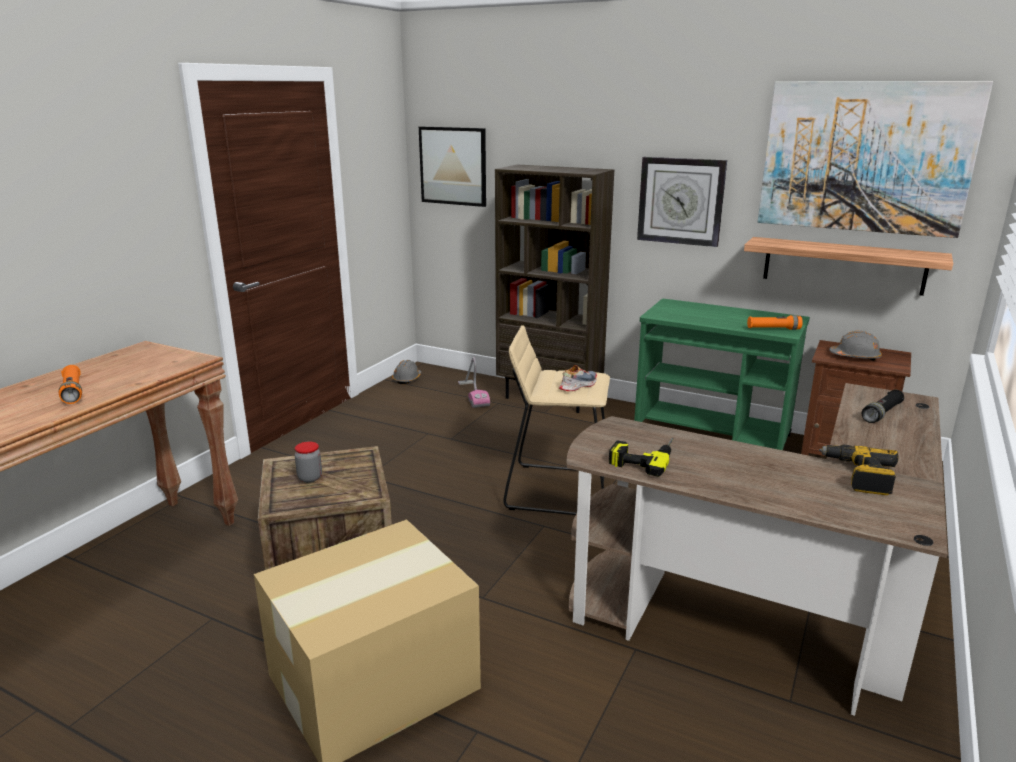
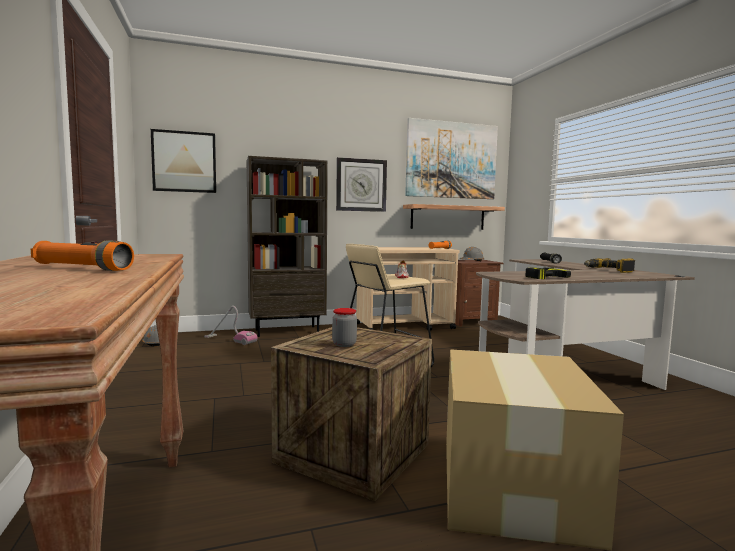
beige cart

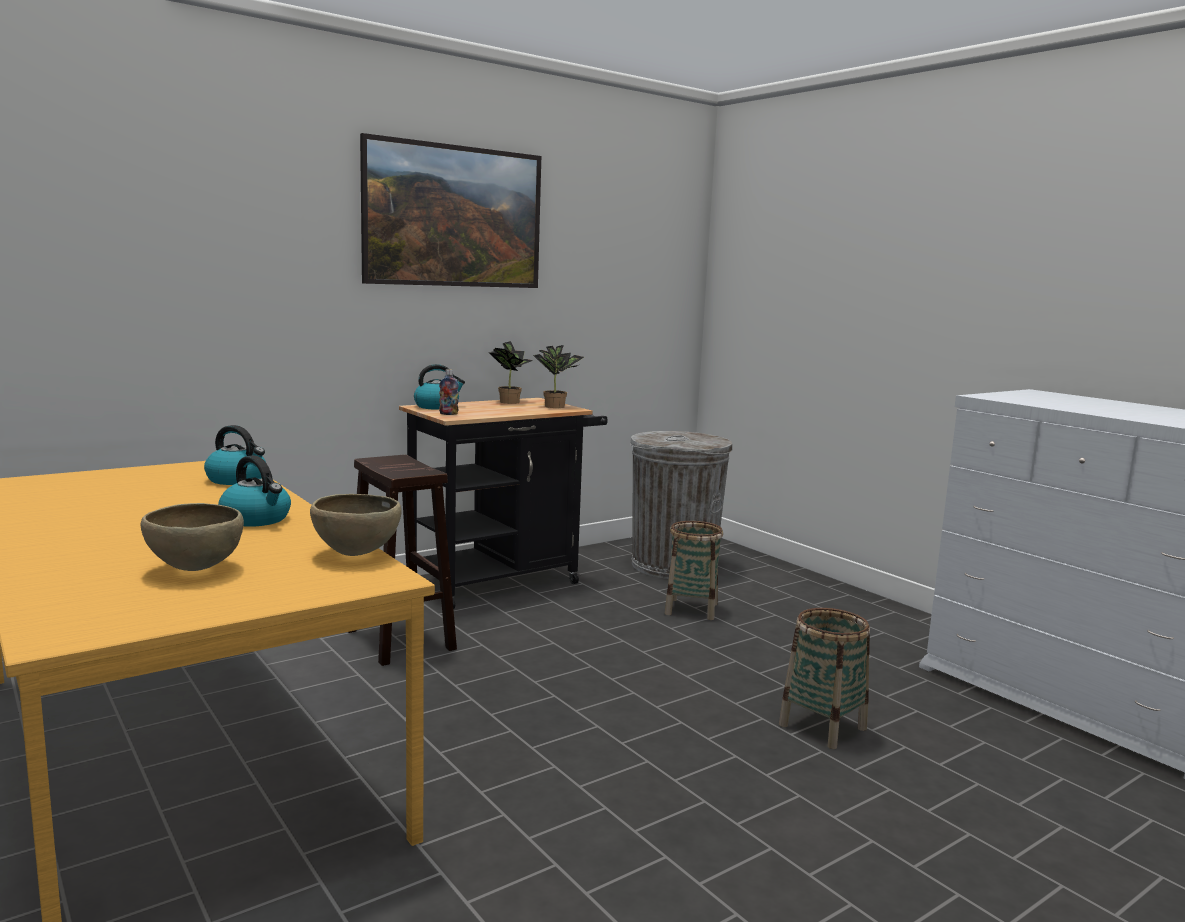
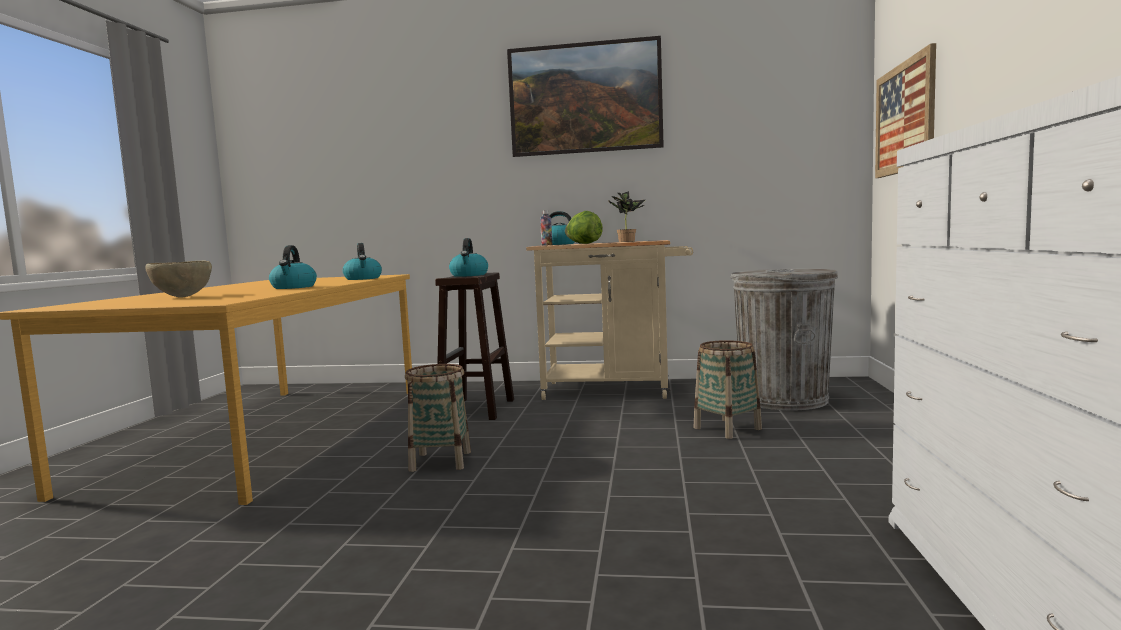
brown bowl (2nd from left in the first image)
potted plant (2nd from left in the first image)
kettle (3rd from left)
lettuce
picture (2nd from left)
basket (1st from left)
beige cart

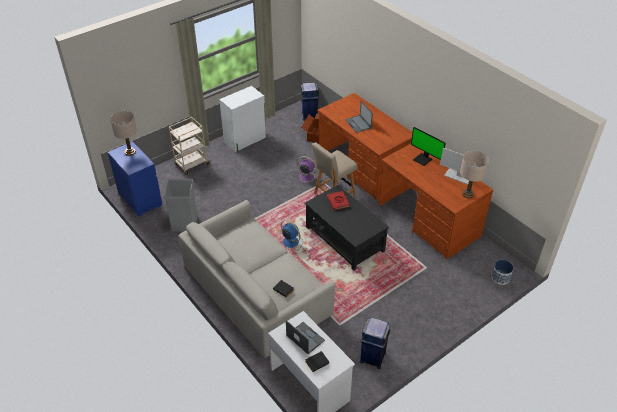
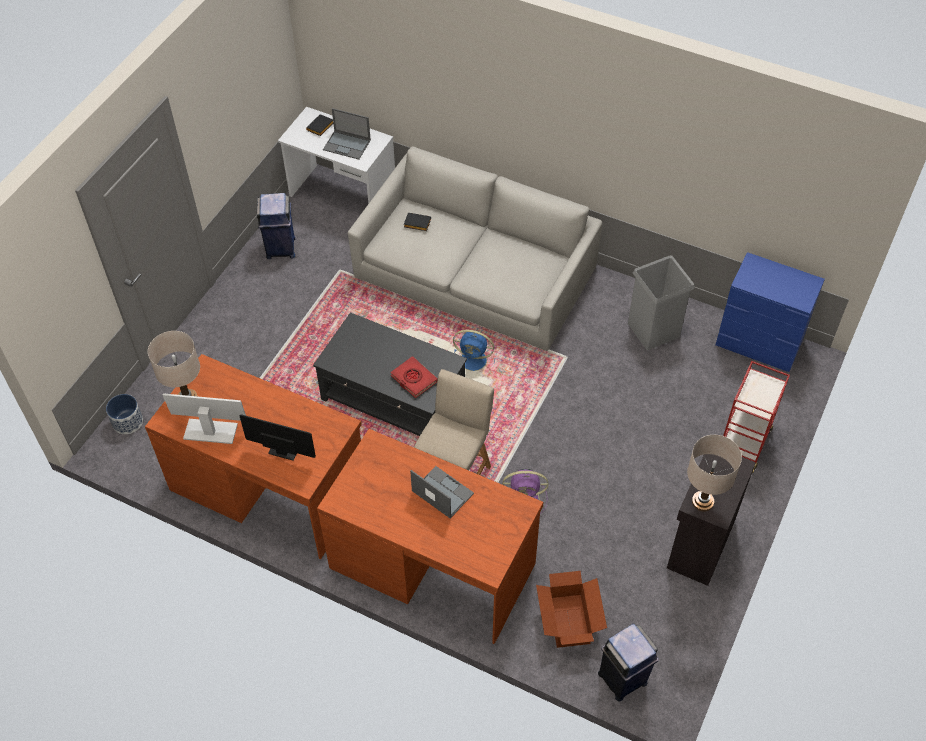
beige table lamp (2nd from left)
red cart
black cabinet

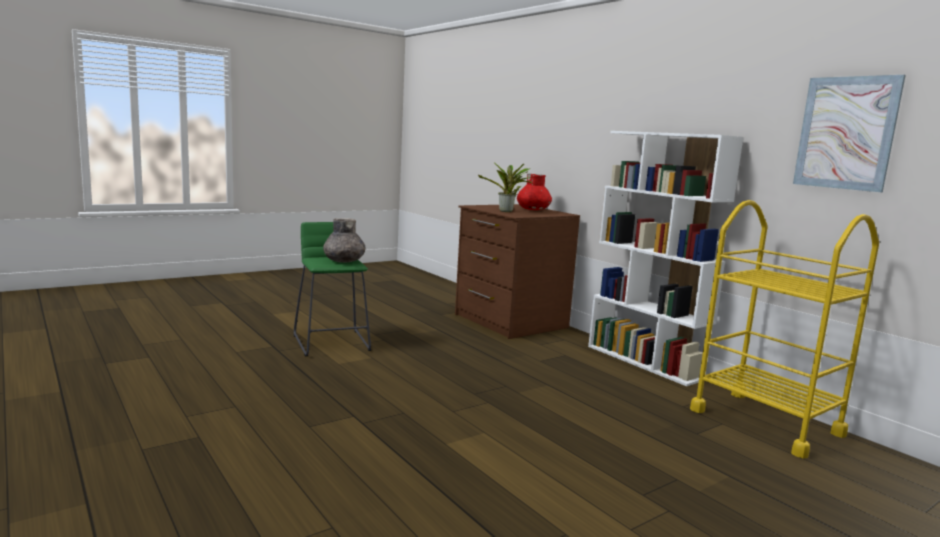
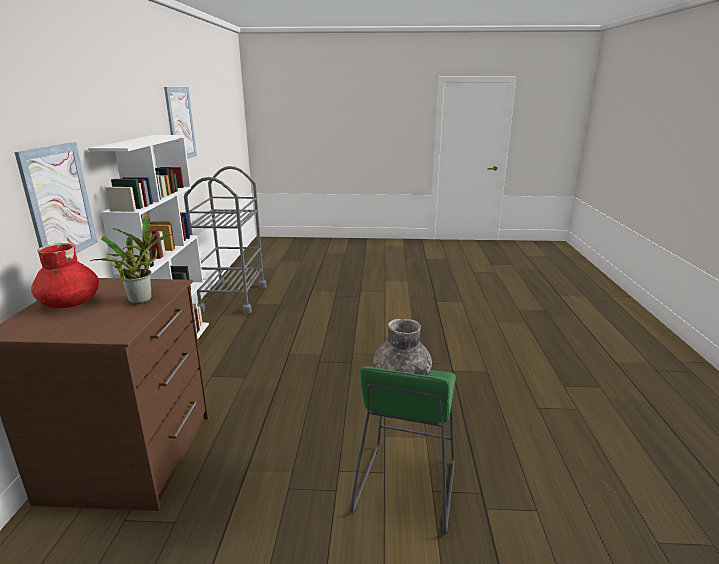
picture (1st from left)
grey cart

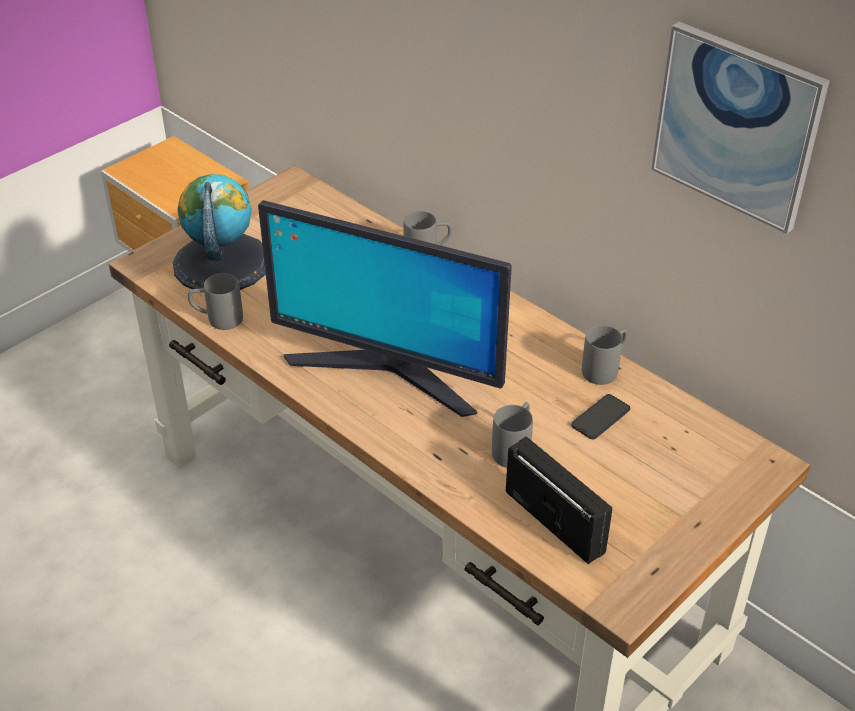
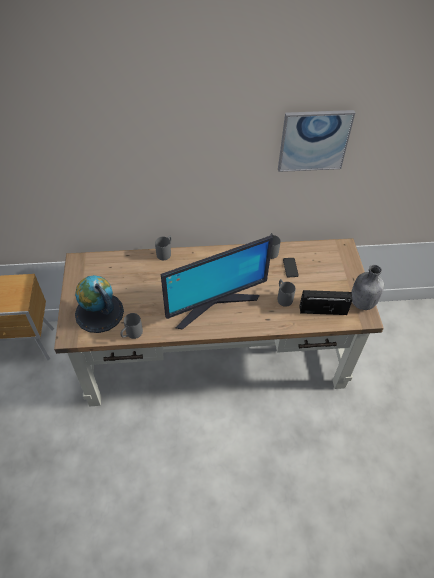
grey bottle

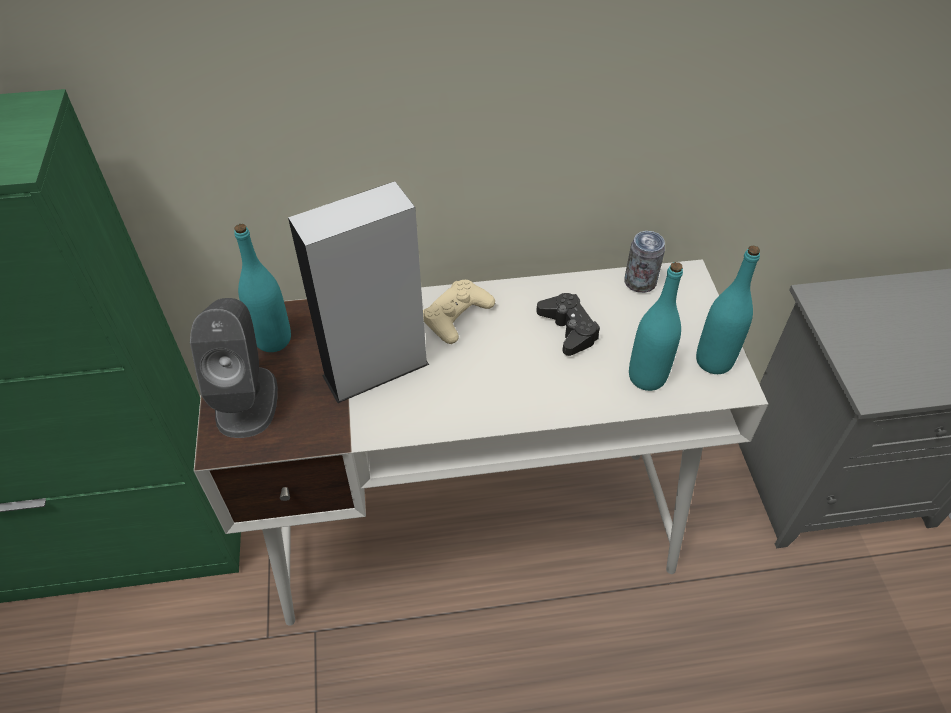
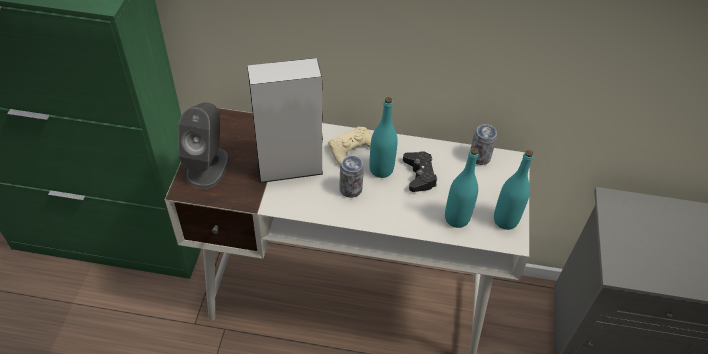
can (1st from left)
turquoise bottle (1st from left)

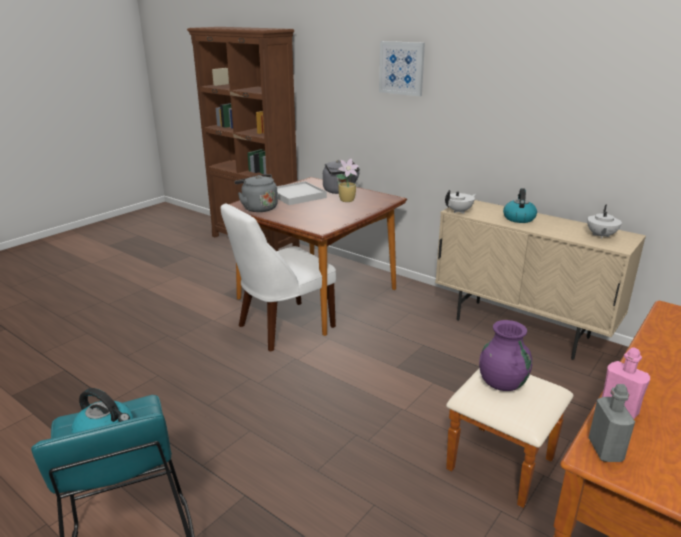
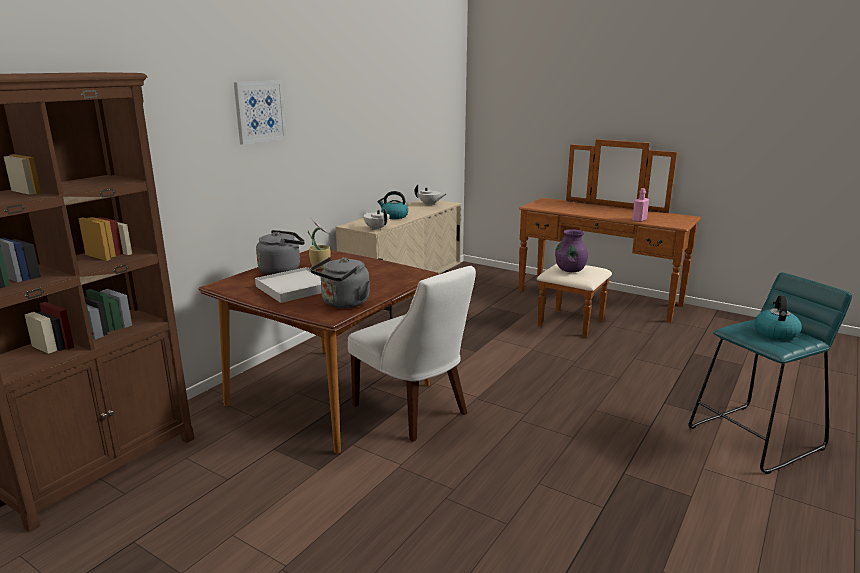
grey bottle

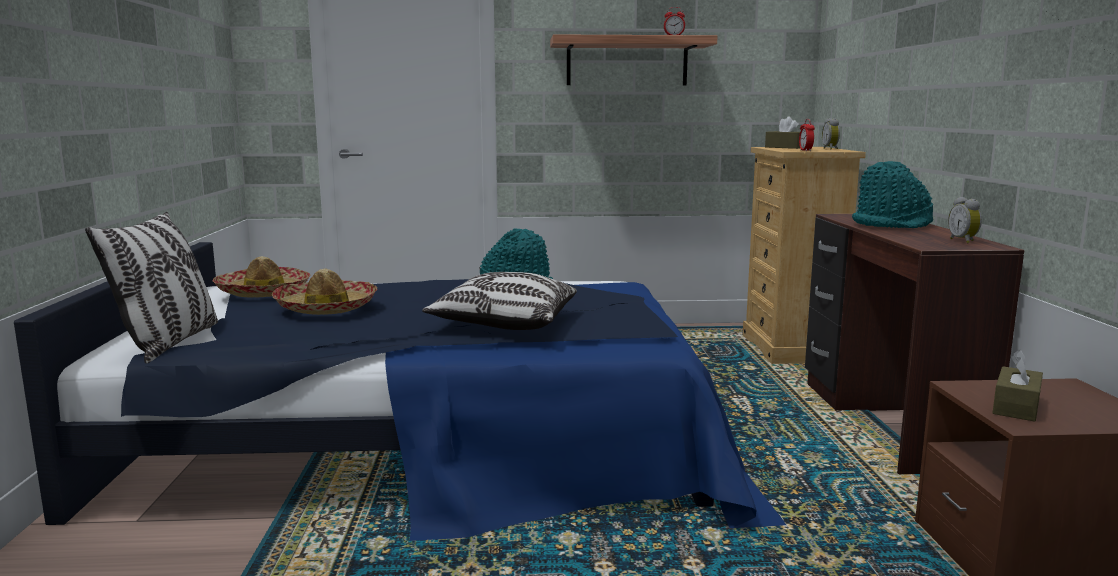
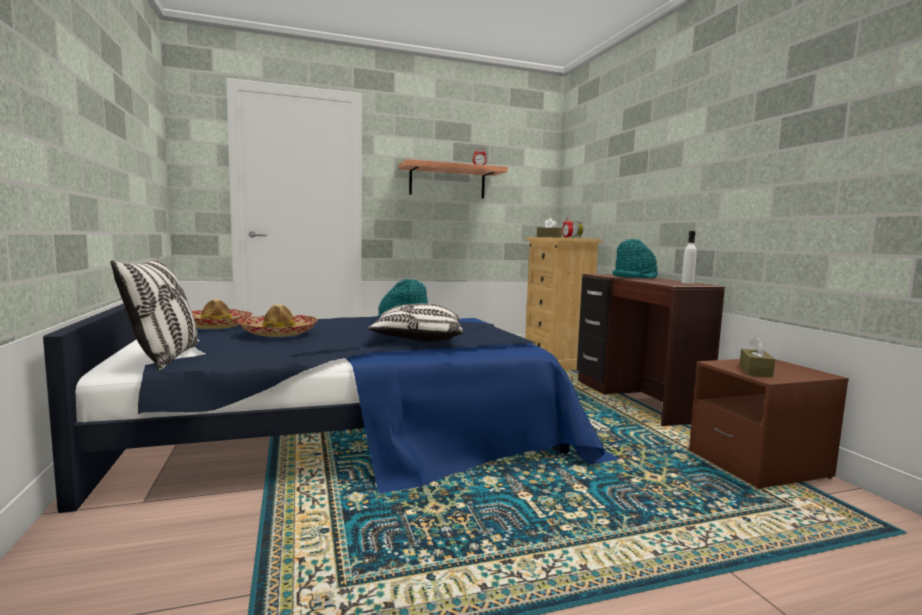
white bottle

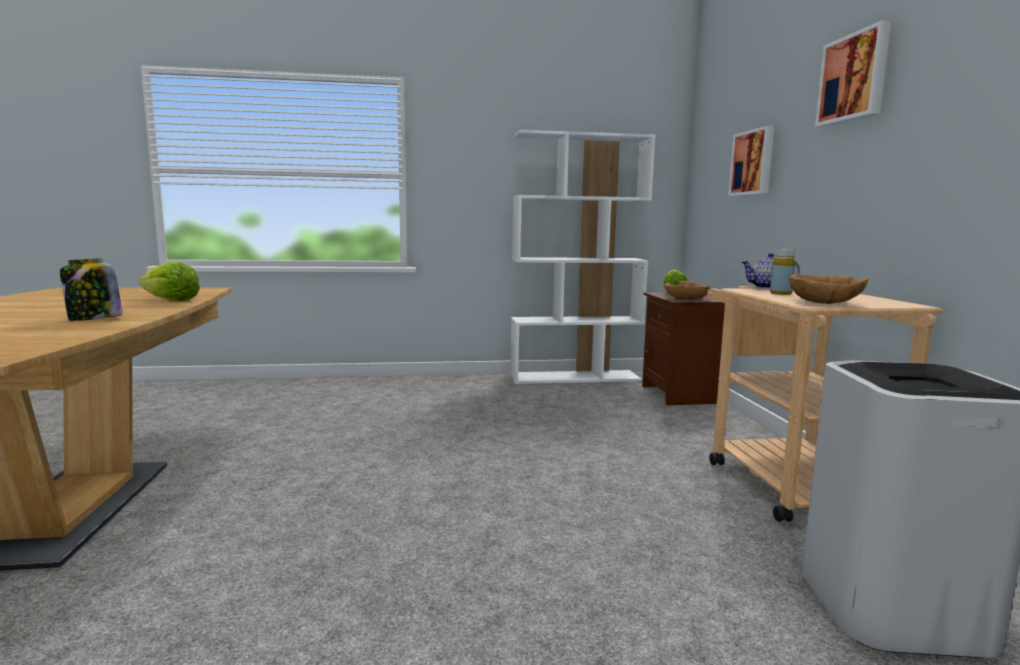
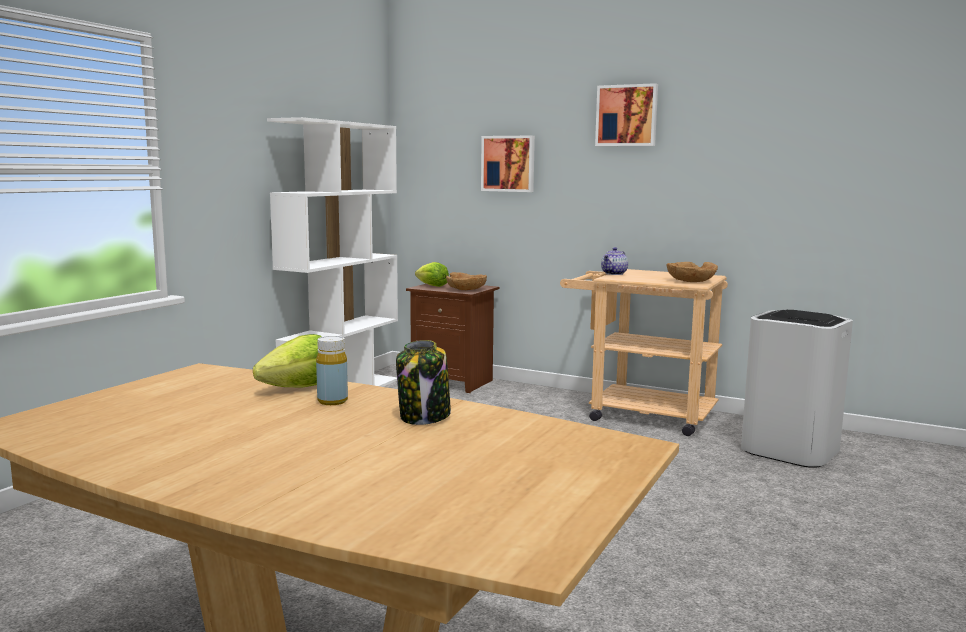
yellow bottle

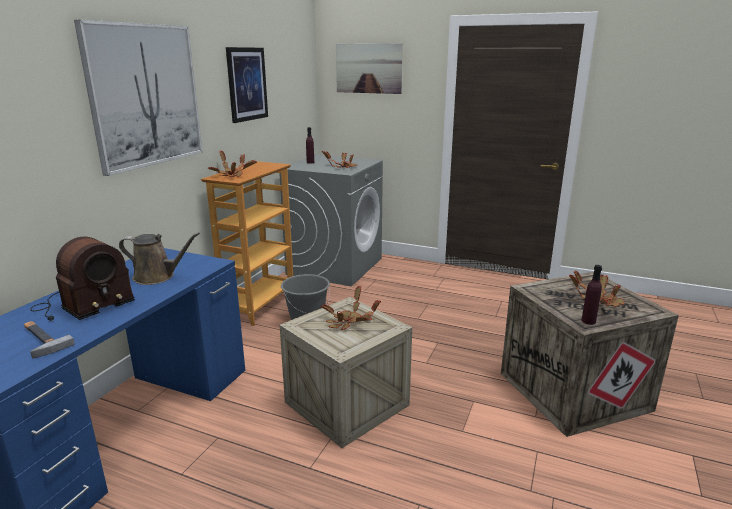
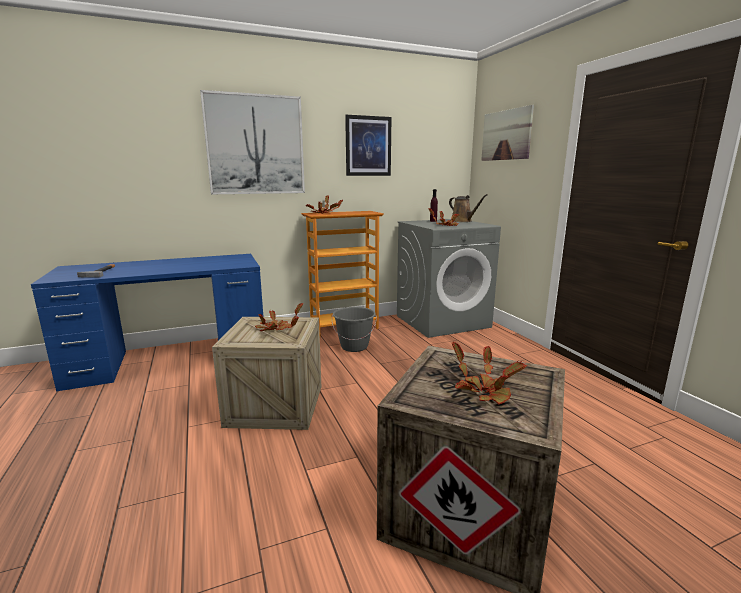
radio
purple bottle (2nd from left in the first image)
brown watering can

